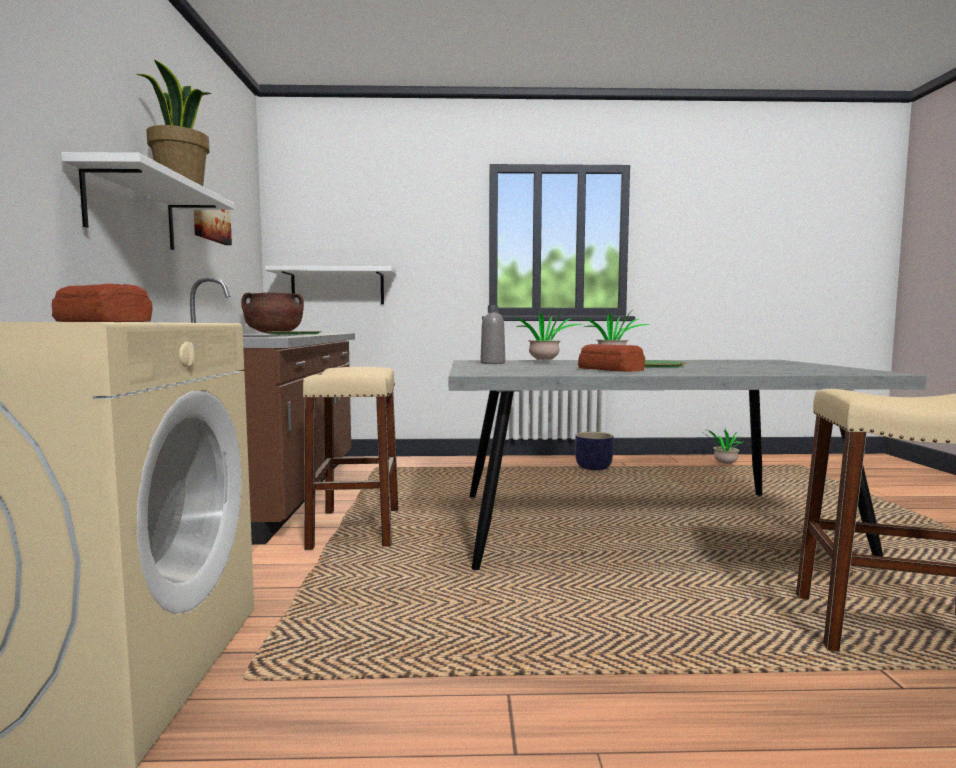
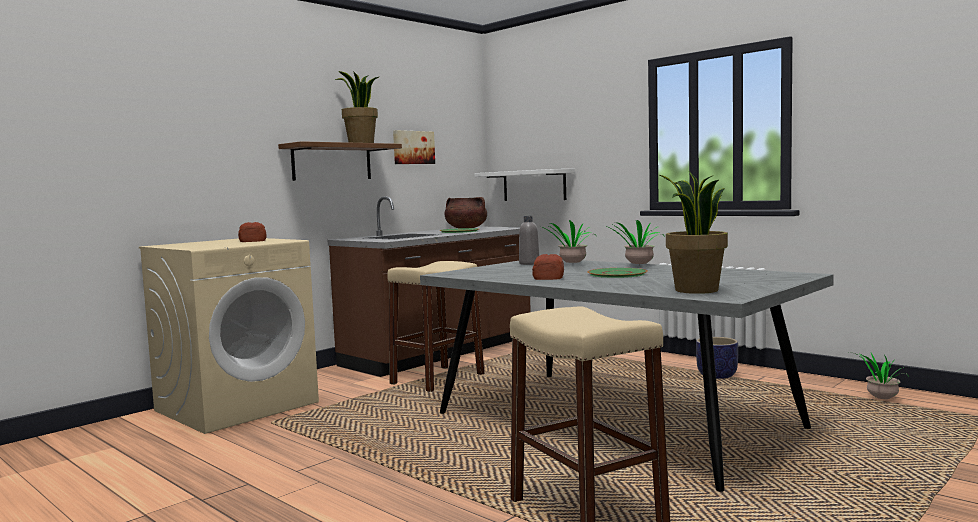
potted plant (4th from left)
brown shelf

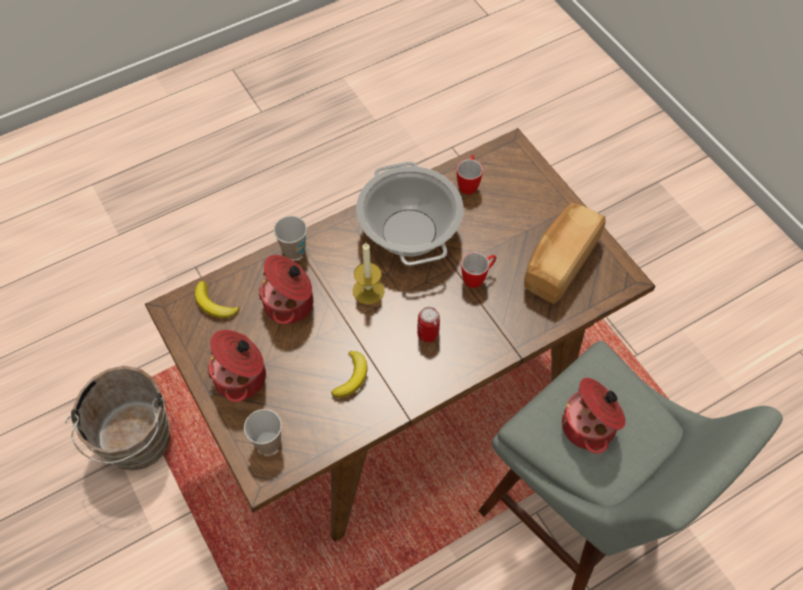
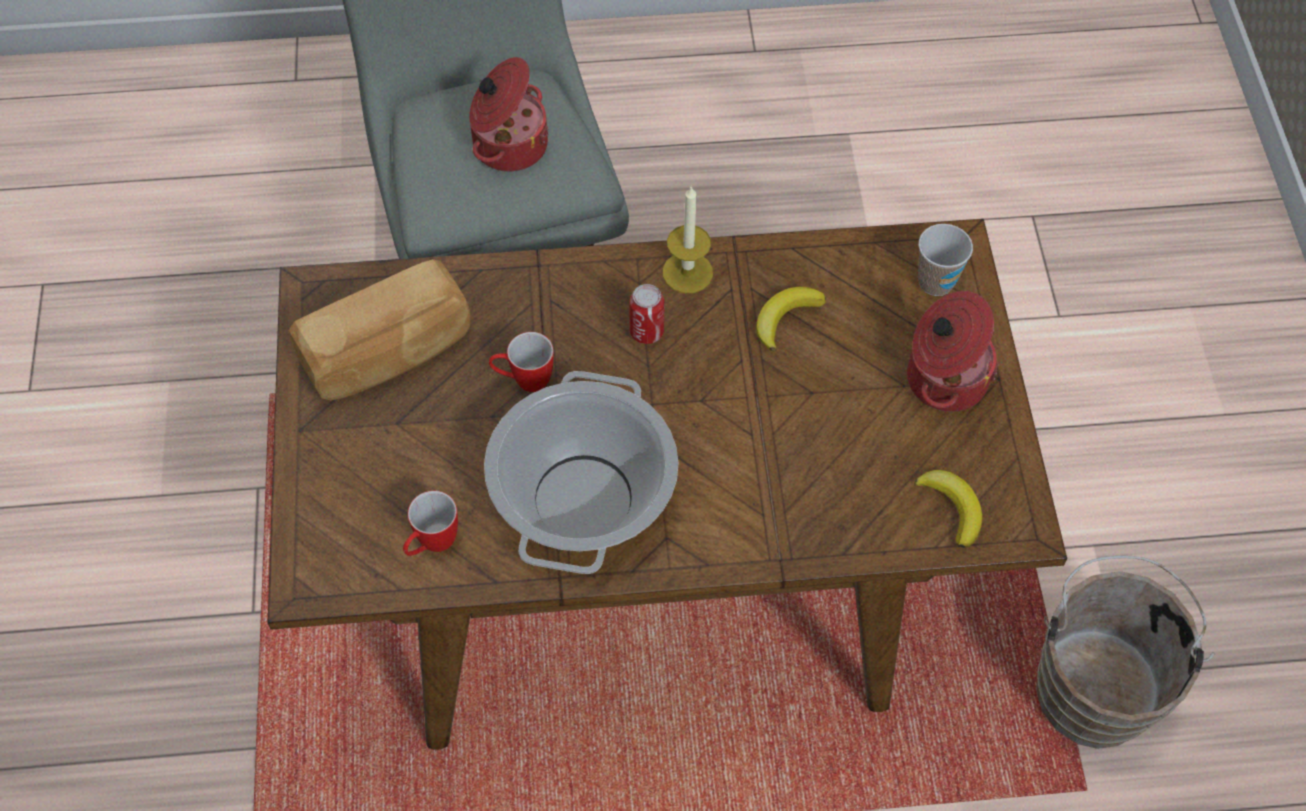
cooking pot (2nd from left in the first image)
cup (2nd from left in the first image)
candle

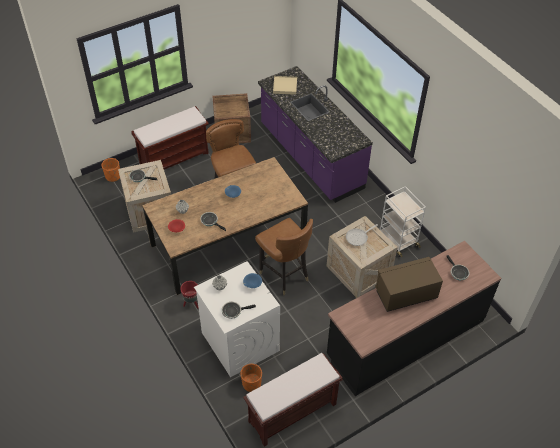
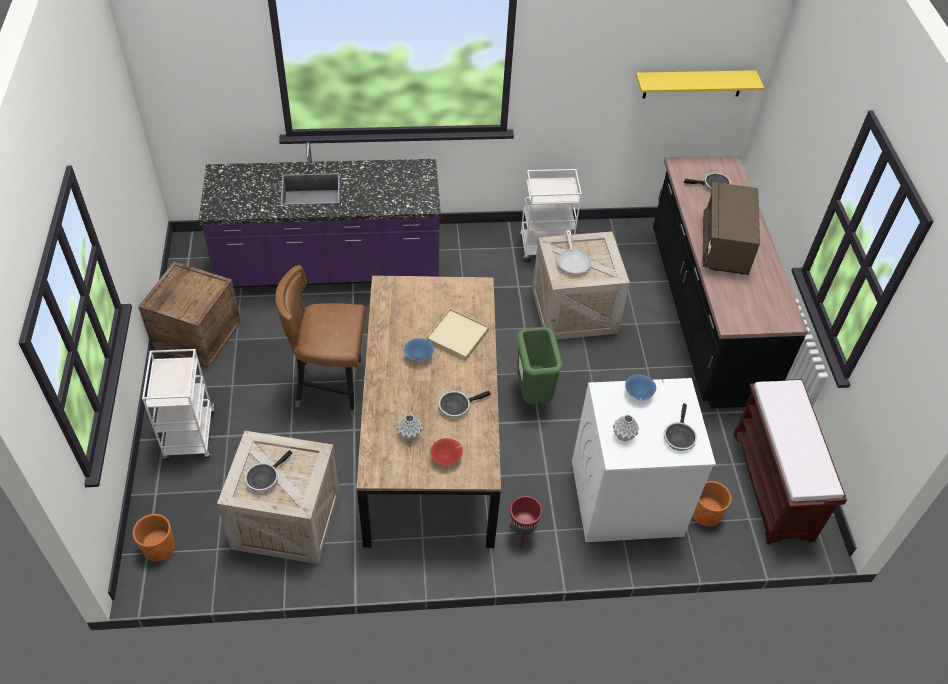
yellow shelf
beige tray
white cart (1st from left)
green trash can

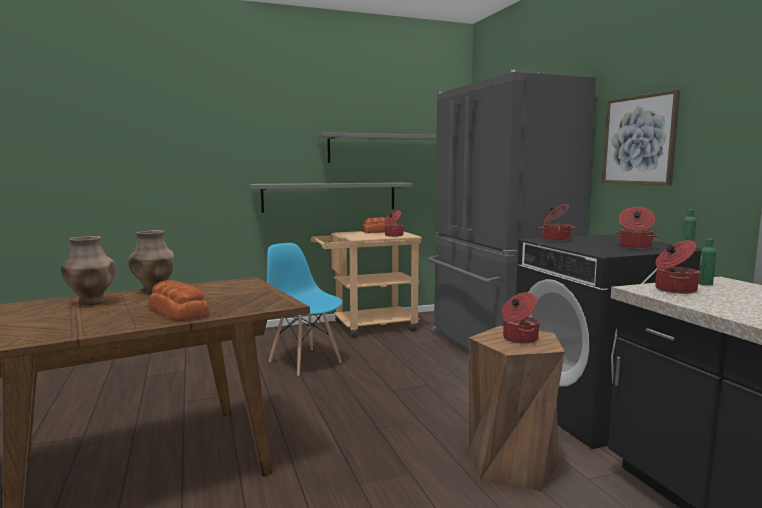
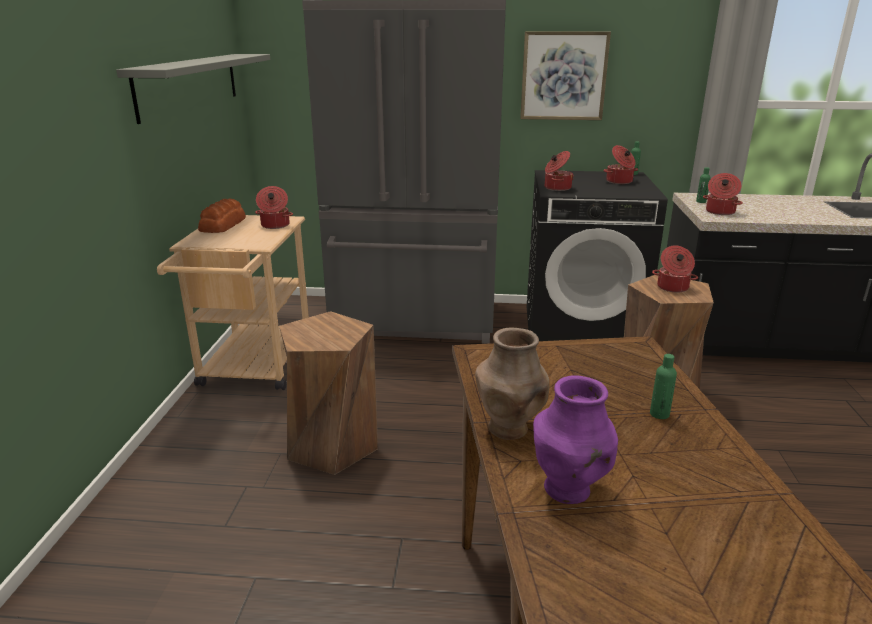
grey shelf (1st from left in the first image)
green bottle (2nd from left)
brown stool (1st from left)
purple vase

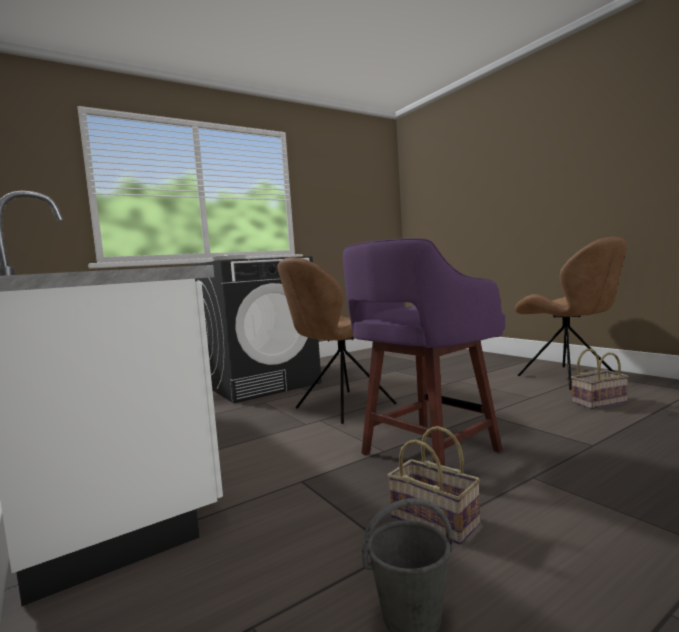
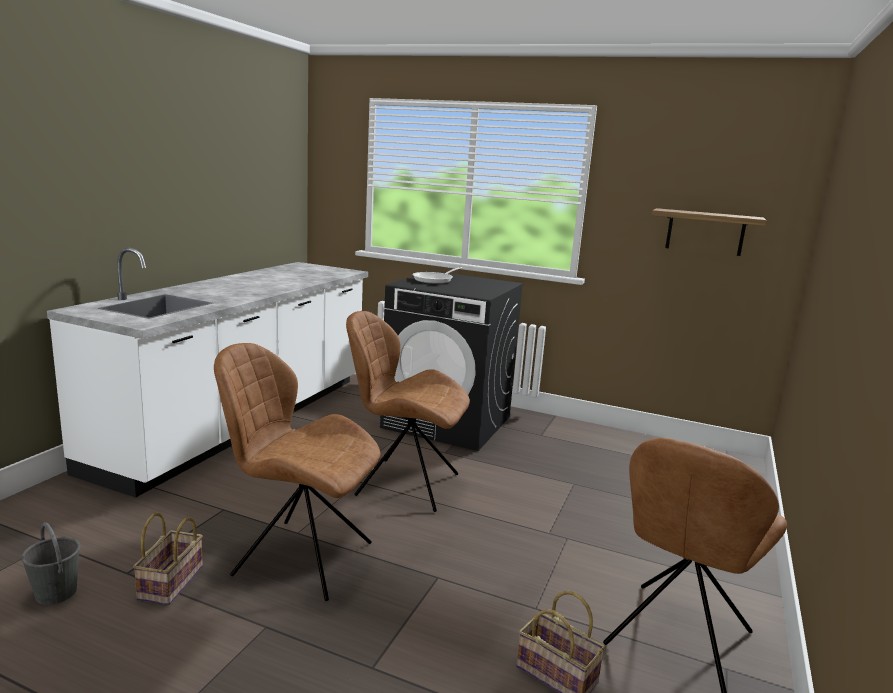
shelf
brown chair (1st from left)

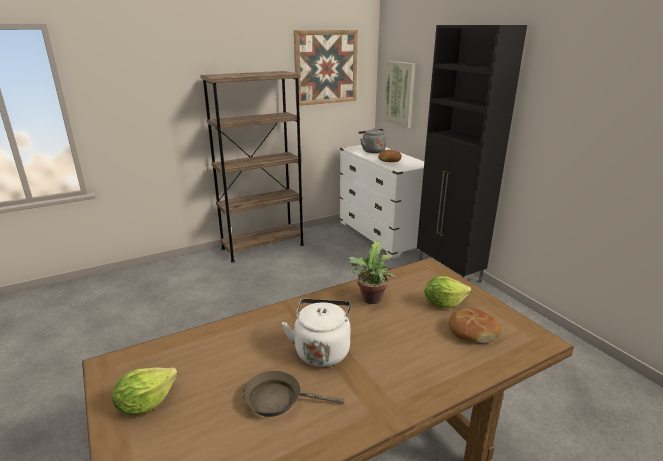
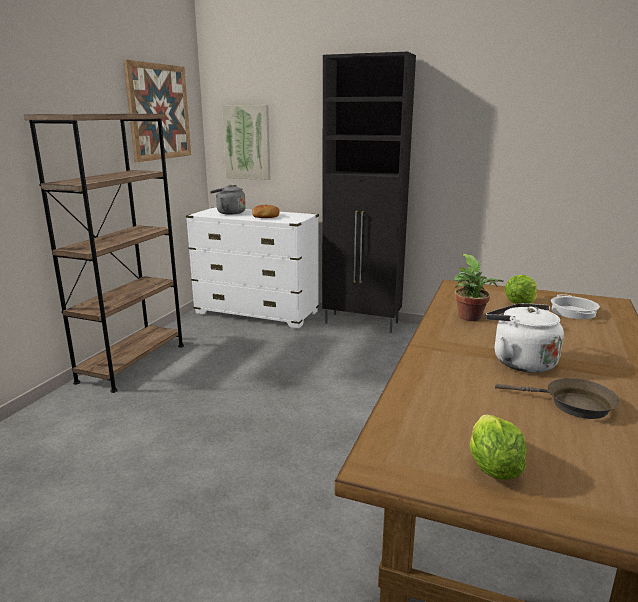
cooking pot
brown frying pan

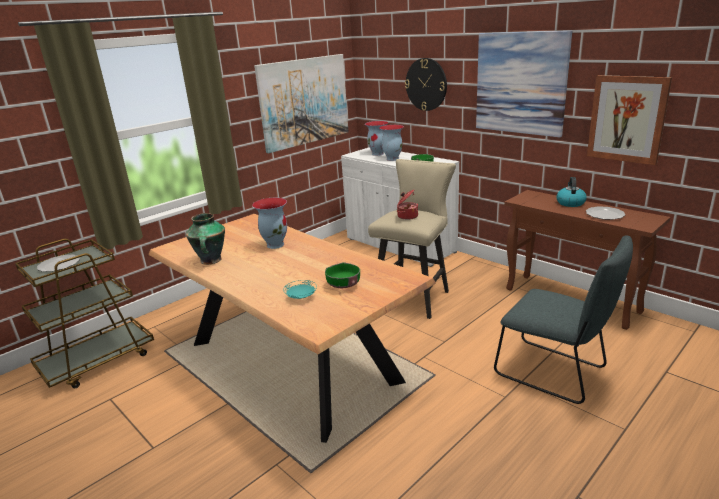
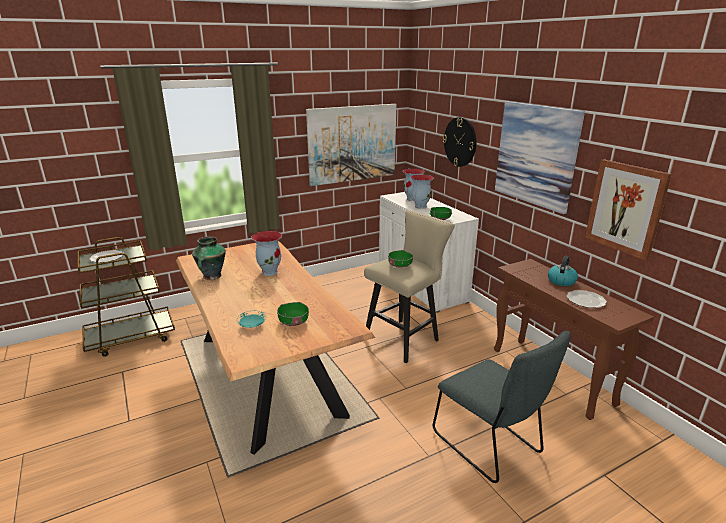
green bowl (2nd from left)

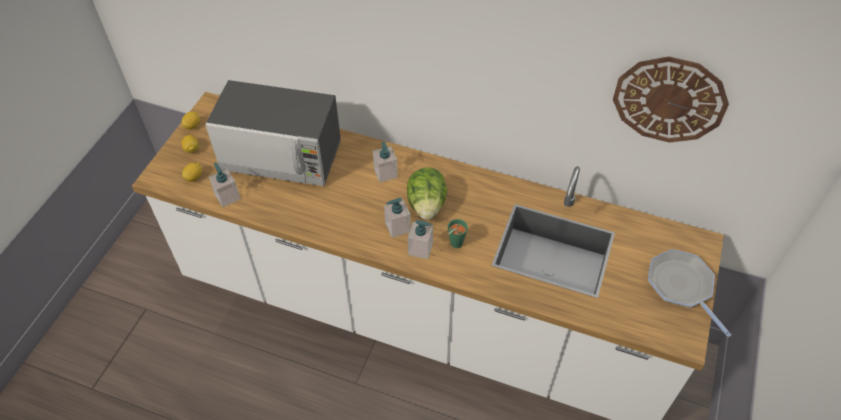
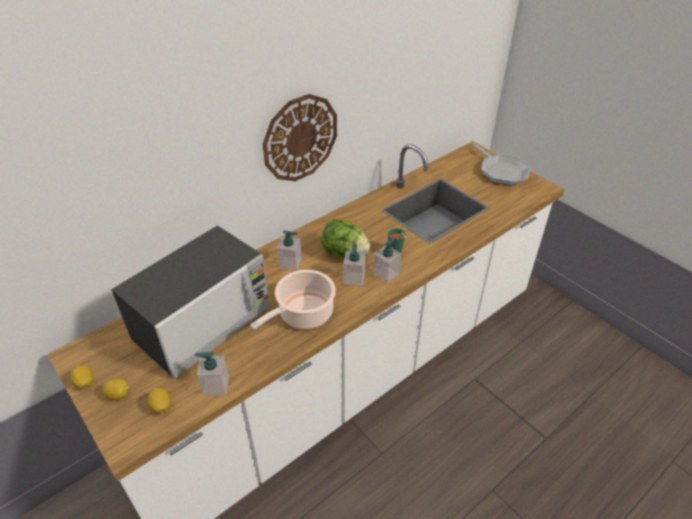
cooking pot
wall clock
frying pan

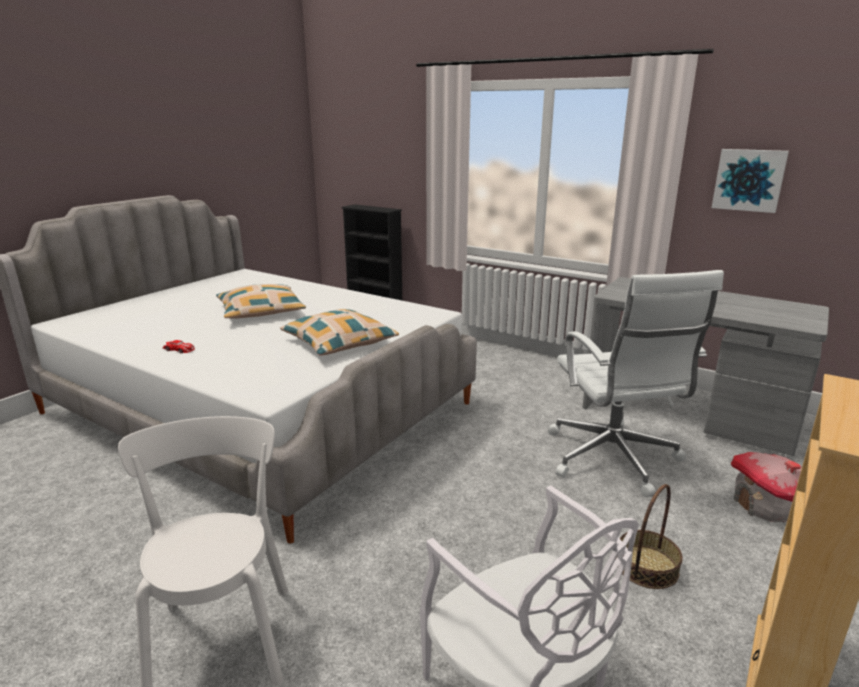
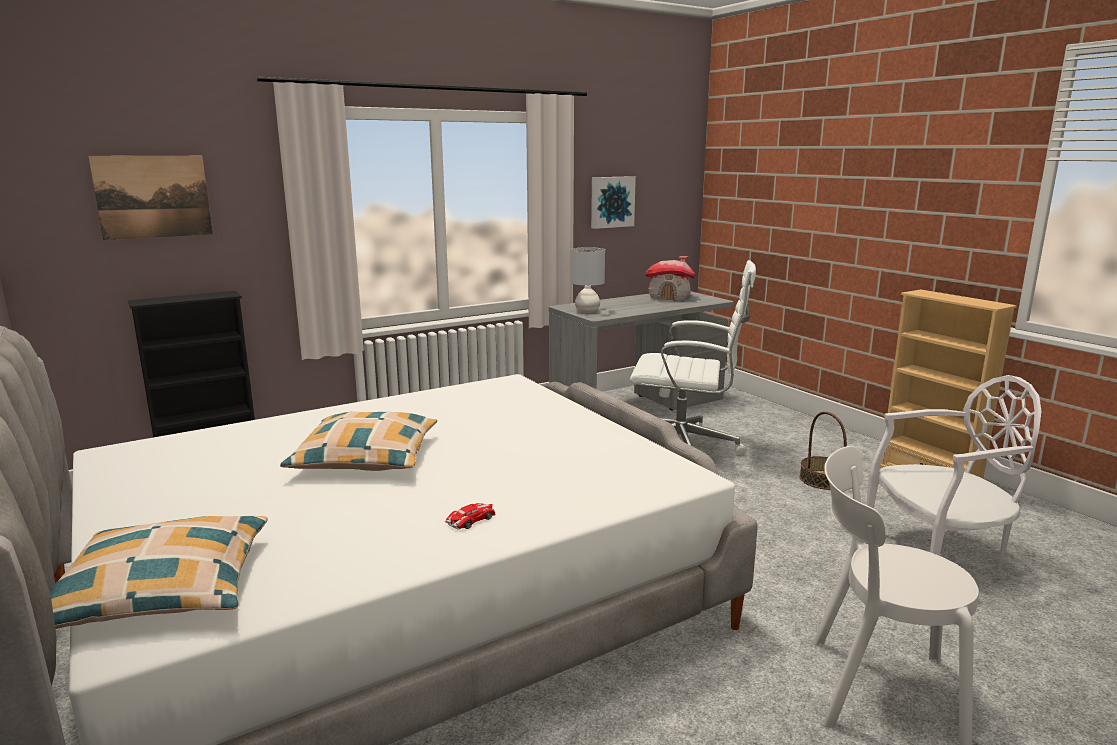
picture (1st from left)
grey table lamp
pillow (1st from left)
toy house

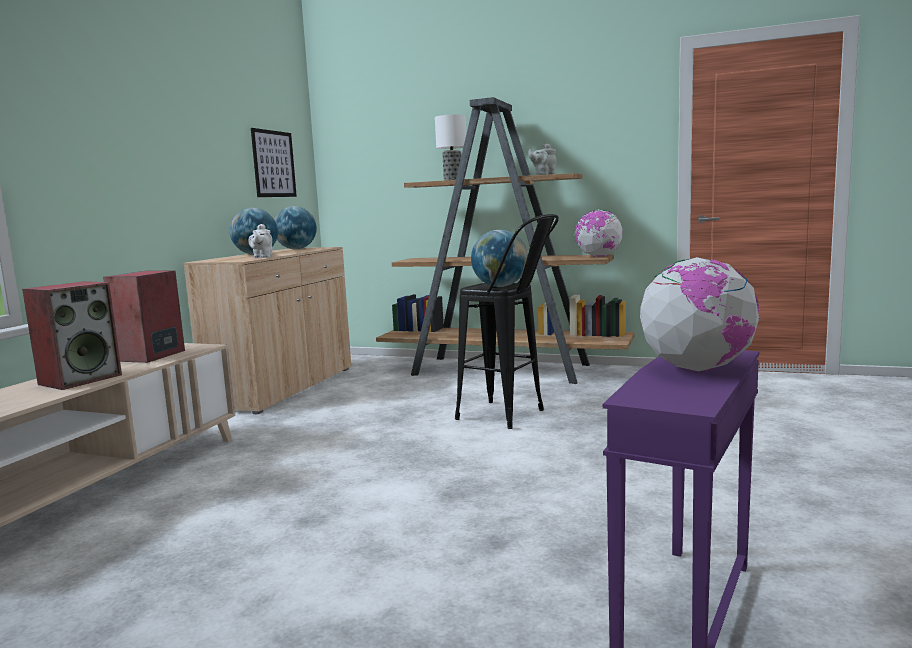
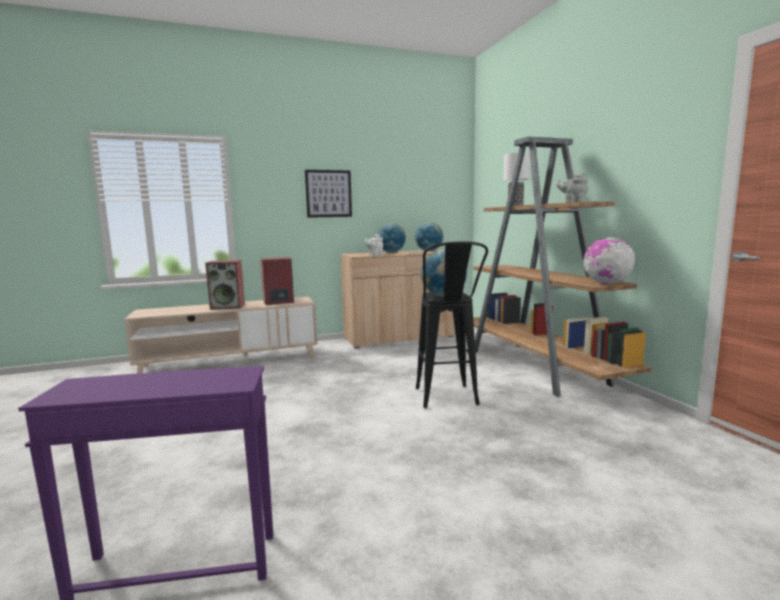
globe (5th from left in the first image)
picture

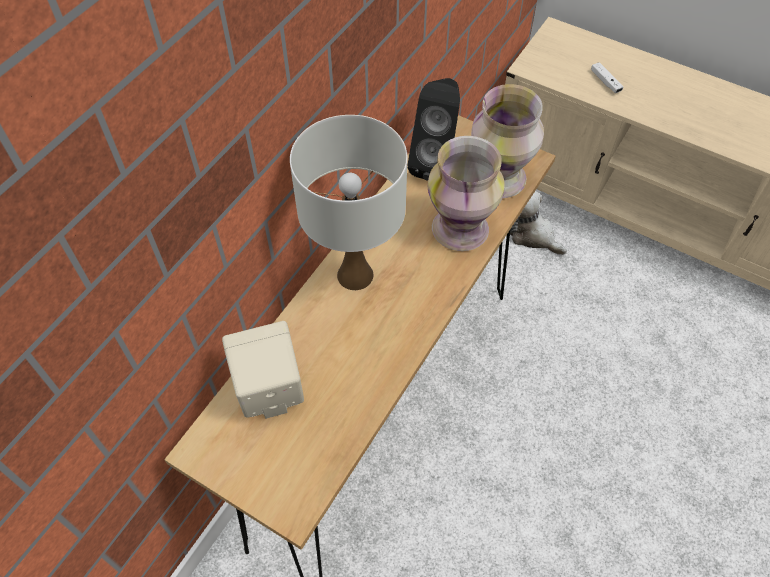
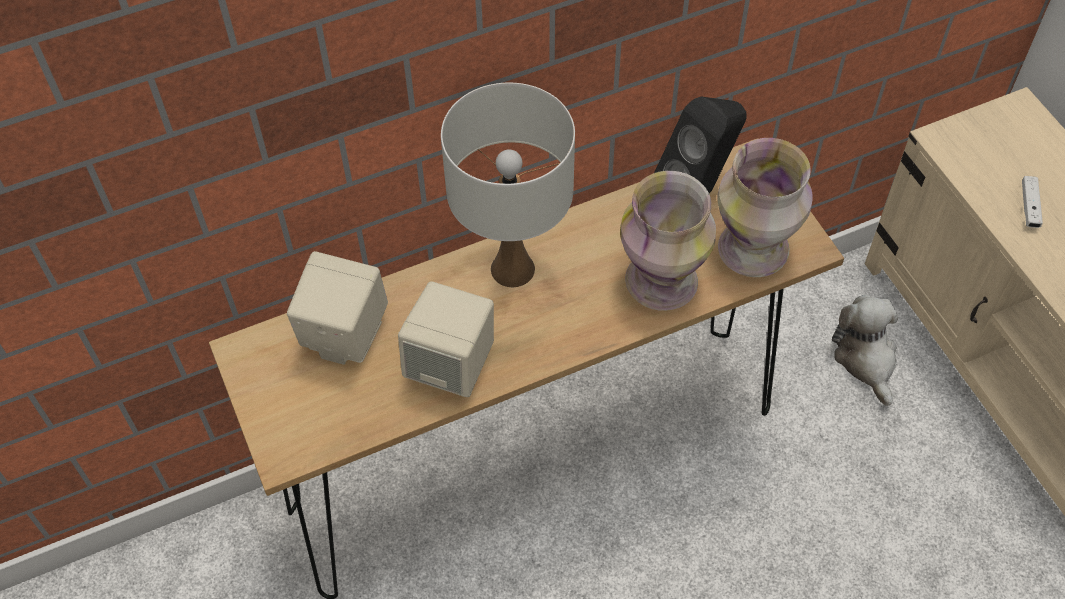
beige speaker (2nd from left)

